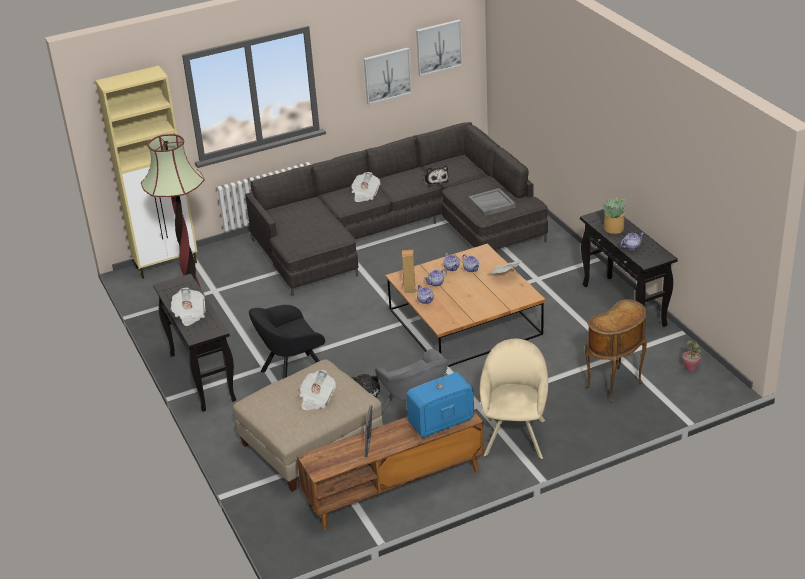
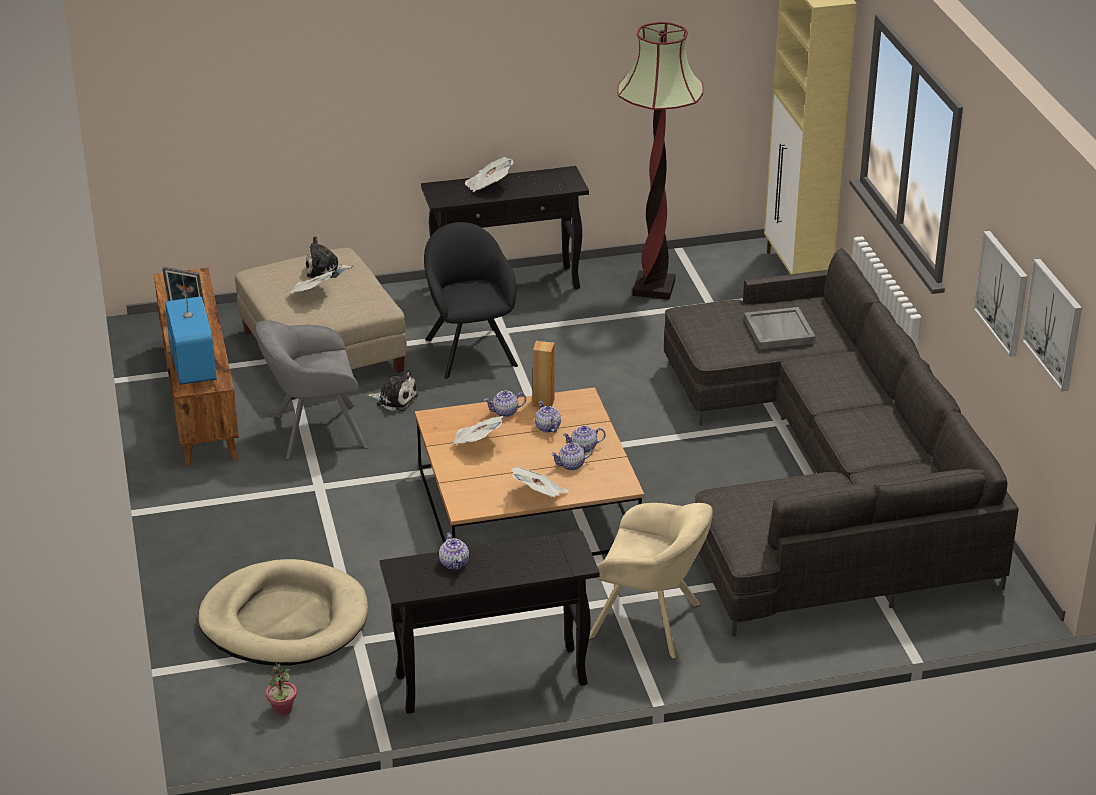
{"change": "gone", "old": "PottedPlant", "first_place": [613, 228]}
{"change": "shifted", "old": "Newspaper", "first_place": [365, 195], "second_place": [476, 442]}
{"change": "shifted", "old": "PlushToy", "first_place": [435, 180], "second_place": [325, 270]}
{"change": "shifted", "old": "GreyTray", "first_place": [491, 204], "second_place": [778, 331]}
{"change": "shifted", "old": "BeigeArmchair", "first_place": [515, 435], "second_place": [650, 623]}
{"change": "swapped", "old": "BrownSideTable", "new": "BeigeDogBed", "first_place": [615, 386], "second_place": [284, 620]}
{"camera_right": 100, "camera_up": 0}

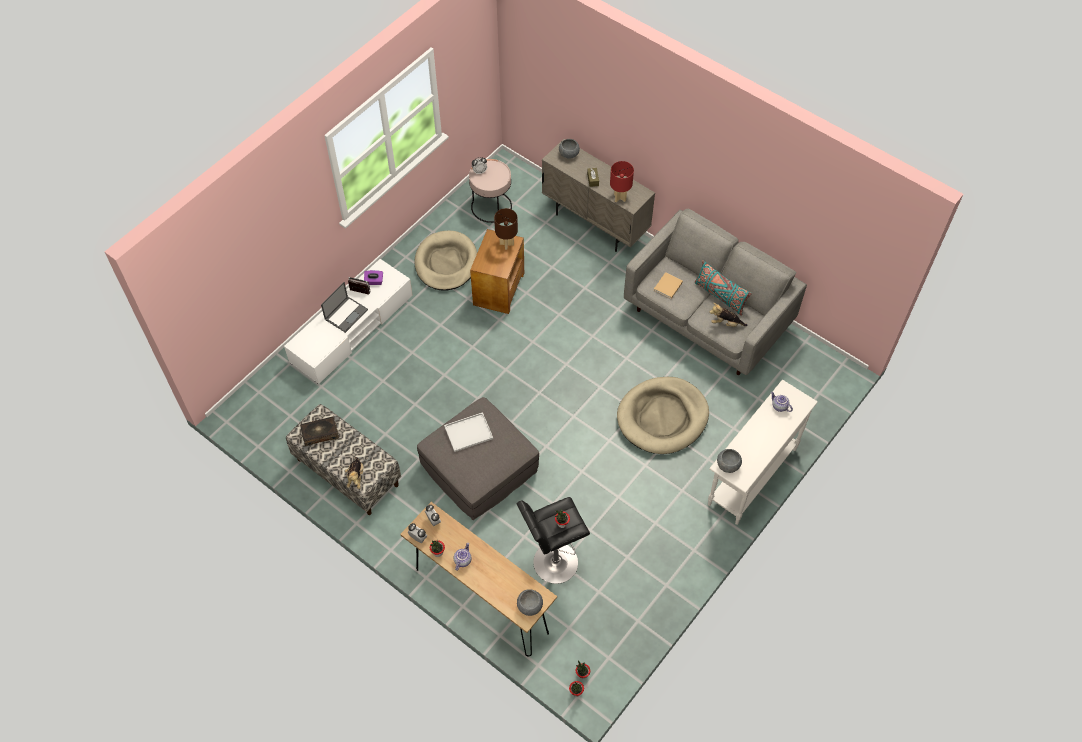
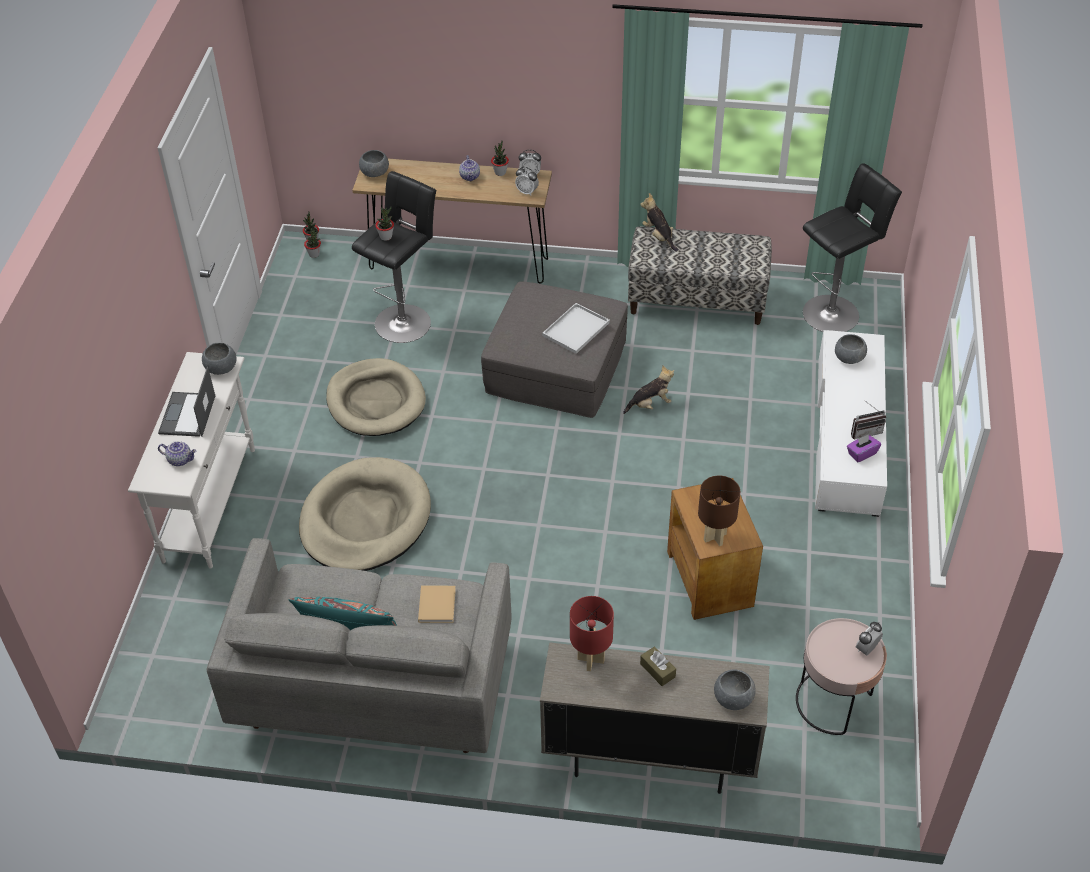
{"change": "gone", "old": "Book", "first_place": [320, 433]}
{"change": "new", "new": "BlackStool", "second_place": [834, 312]}
{"change": "new", "new": "GreyBowl", "second_place": [849, 357]}
{"change": "shifted", "old": "Laptop", "first_place": [346, 314], "second_place": [187, 415]}
{"change": "shifted", "old": "BeigeDogBed", "first_place": [446, 263], "second_place": [376, 401]}
{"change": "shifted", "old": "PlushToy", "first_place": [726, 323], "second_place": [650, 404]}
{"camera_right": 150, "camera_up": -10}

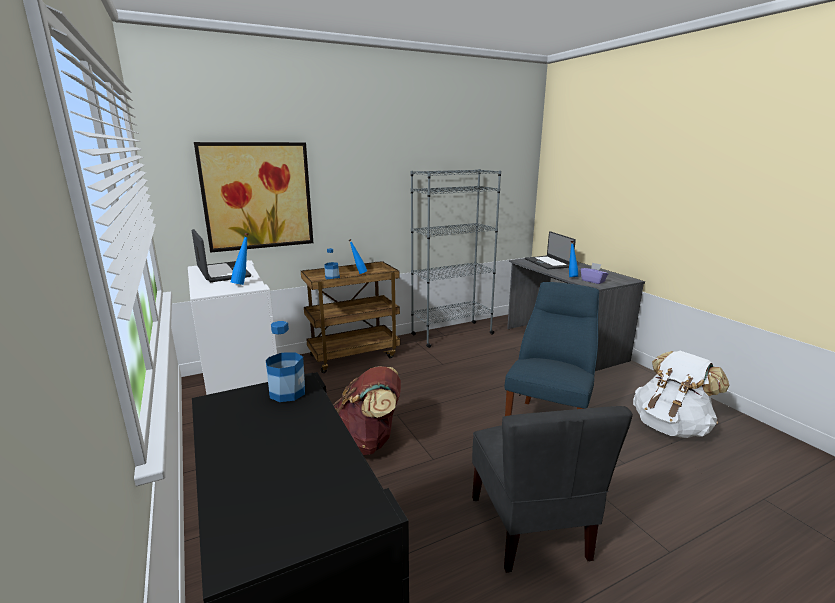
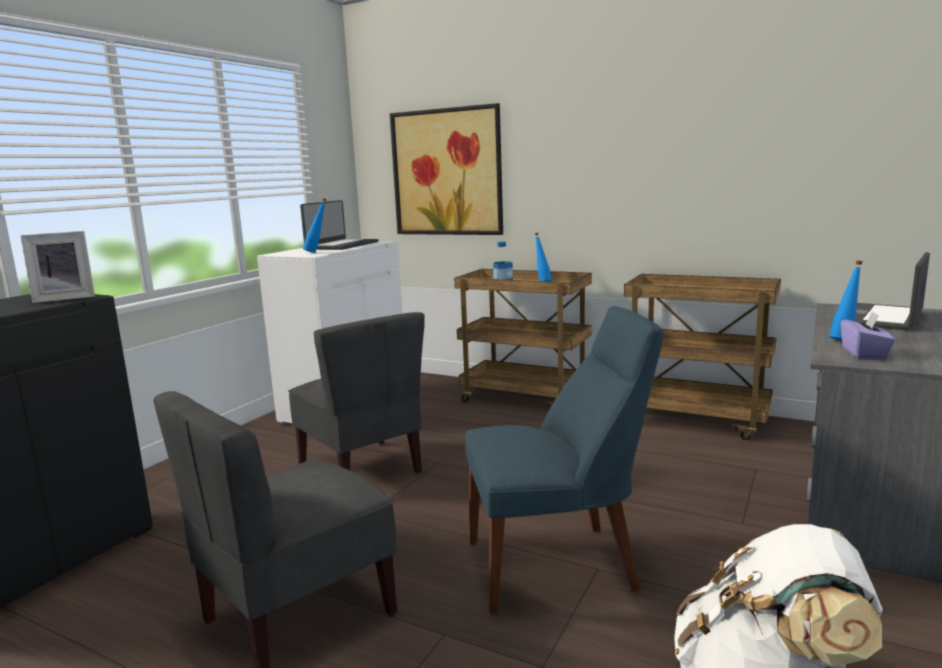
{"change": "swapped", "old": "Bottle", "new": "PictureFrame", "first_place": [287, 392], "second_place": [65, 298]}
{"change": "swapped", "old": "BrownBackpack", "new": "GreyChair", "first_place": [367, 443], "second_place": [362, 469]}
{"change": "swapped", "old": "GreyBookcase", "new": "BrownCart", "first_place": [451, 334], "second_place": [697, 420]}
{"camera_right": 55, "camera_up": -5}

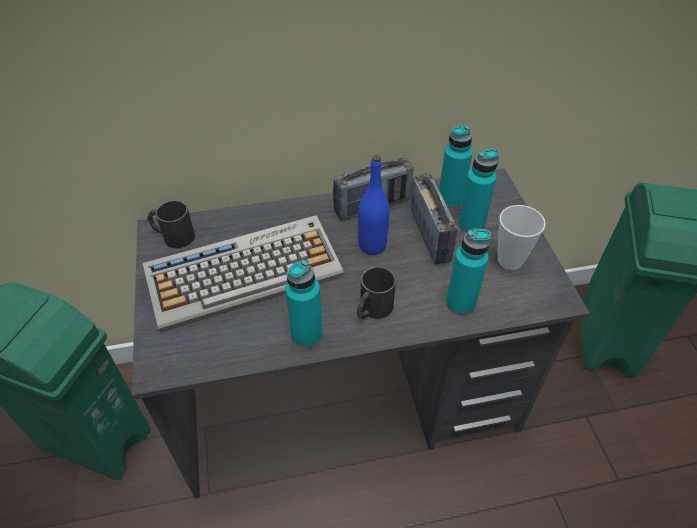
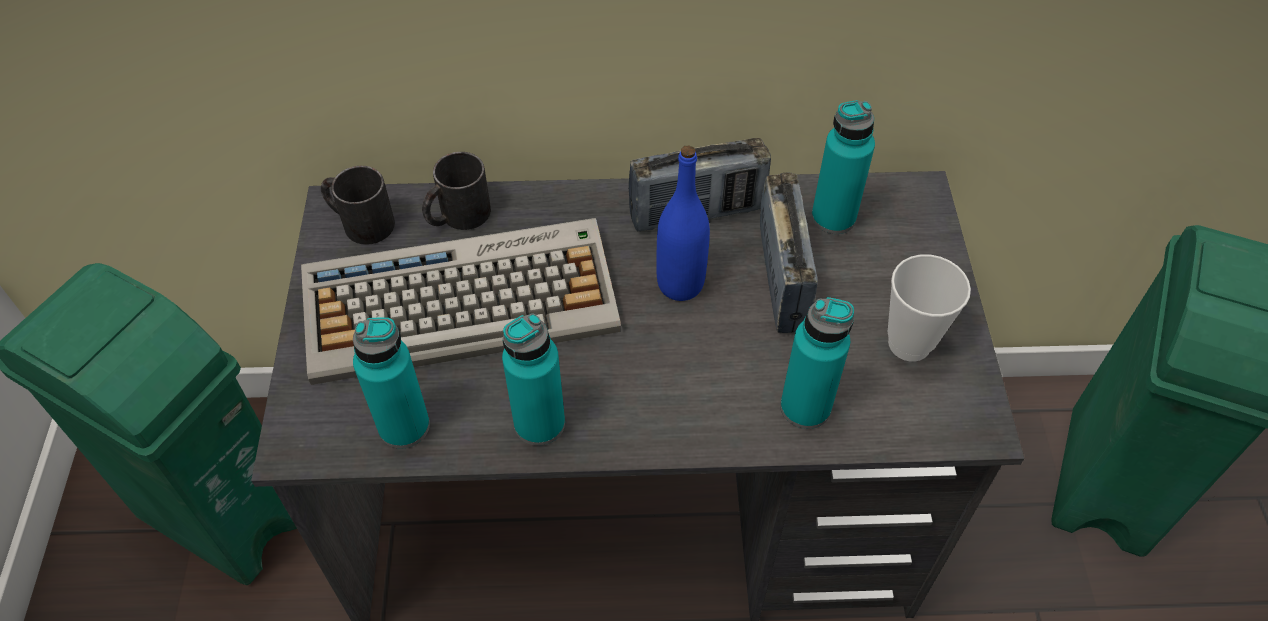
{"change": "shifted", "old": "BlackMug", "first_place": [372, 310], "second_place": [457, 216]}
{"change": "shifted", "old": "TurquoiseBottle", "first_place": [471, 224], "second_place": [404, 426]}
{"camera_right": 10, "camera_up": 5}

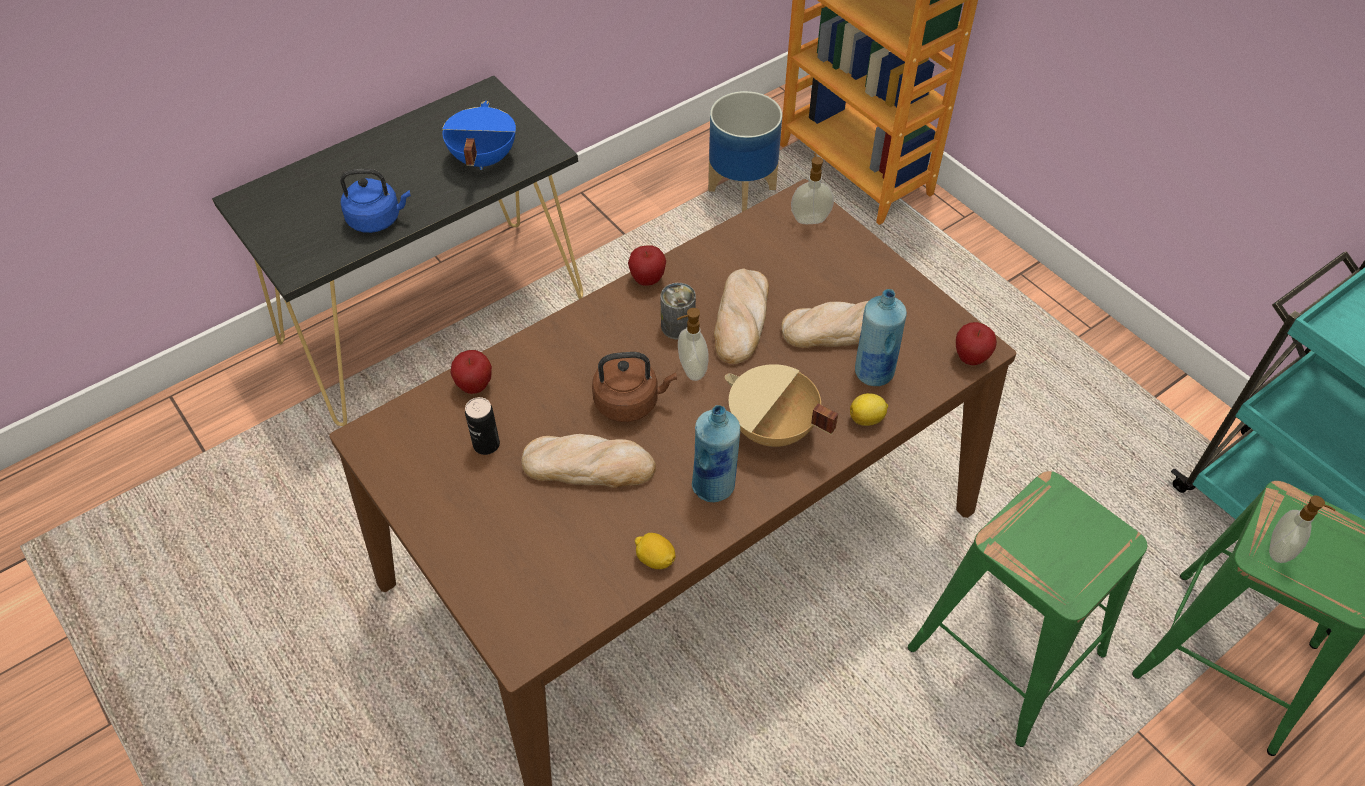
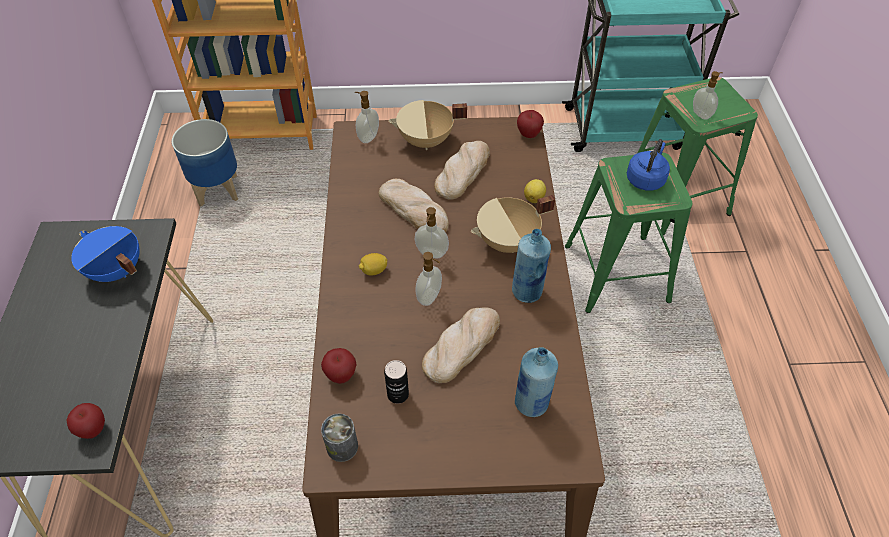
{"change": "new", "new": "BeigeCookingPot", "second_place": [426, 141]}
{"change": "shifted", "old": "BlueKettle", "first_place": [377, 219], "second_place": [646, 179]}
{"change": "shifted", "old": "Apple", "first_place": [647, 280], "second_place": [93, 429]}
{"change": "shifted", "old": "Lemon", "first_place": [655, 559], "second_place": [373, 270]}
{"change": "shifted", "old": "Can", "first_place": [678, 326], "second_place": [342, 447]}
{"change": "shifted", "old": "BlueBottle", "first_place": [873, 373], "second_place": [531, 403]}
{"change": "swapped", "old": "BrownKettle", "new": "SoapDispenser", "first_place": [630, 402], "second_place": [430, 297]}
{"camera_right": -55, "camera_up": 0}

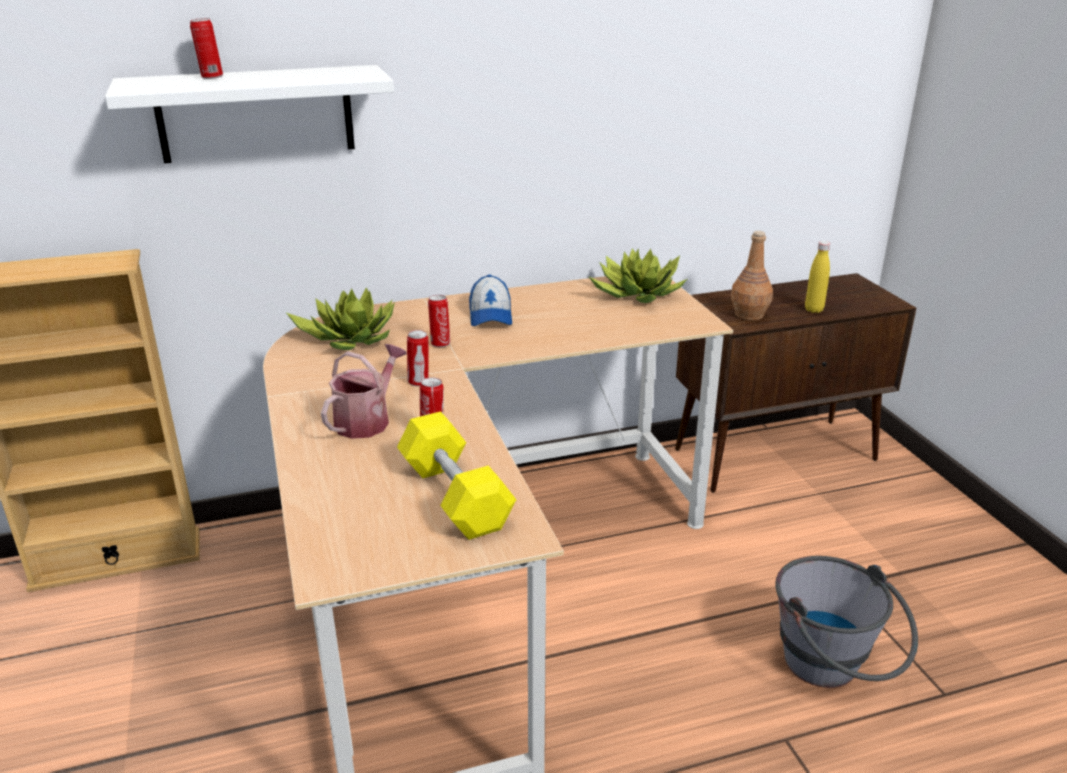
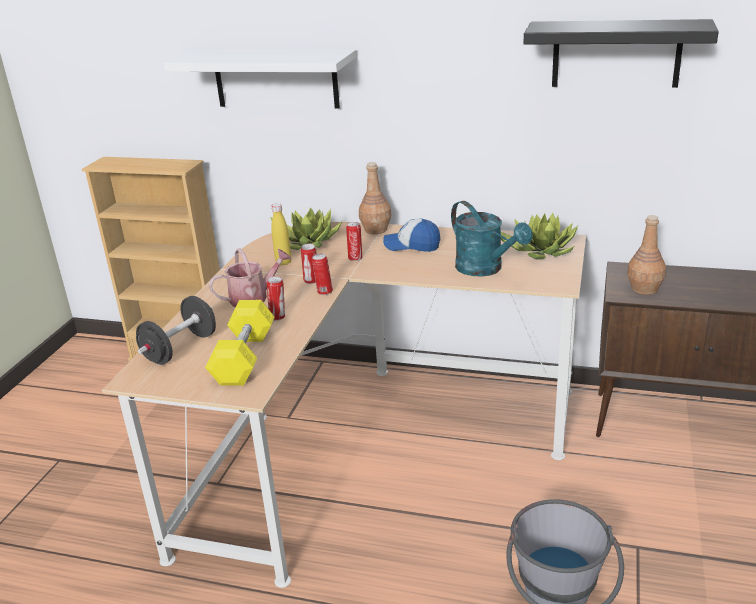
{"change": "new", "new": "BlackDumbbell", "second_place": [180, 348]}
{"change": "new", "new": "BrownBottle", "second_place": [376, 229]}
{"change": "new", "new": "TurquoiseWateringCan", "second_place": [485, 269]}
{"change": "new", "new": "BlackShelf", "second_place": [616, 54]}
{"change": "shifted", "old": "Can", "first_place": [211, 77], "second_place": [324, 292]}
{"change": "shifted", "old": "YellowBottle", "first_place": [813, 310], "second_place": [283, 262]}
{"change": "rotated", "old": "Cap", "first_place": [490, 315], "second_place": [412, 245], "degrees": 75}
{"camera_right": 35, "camera_up": 0}

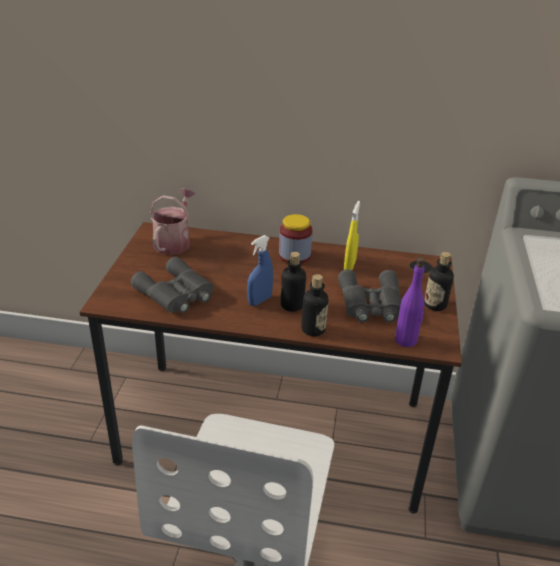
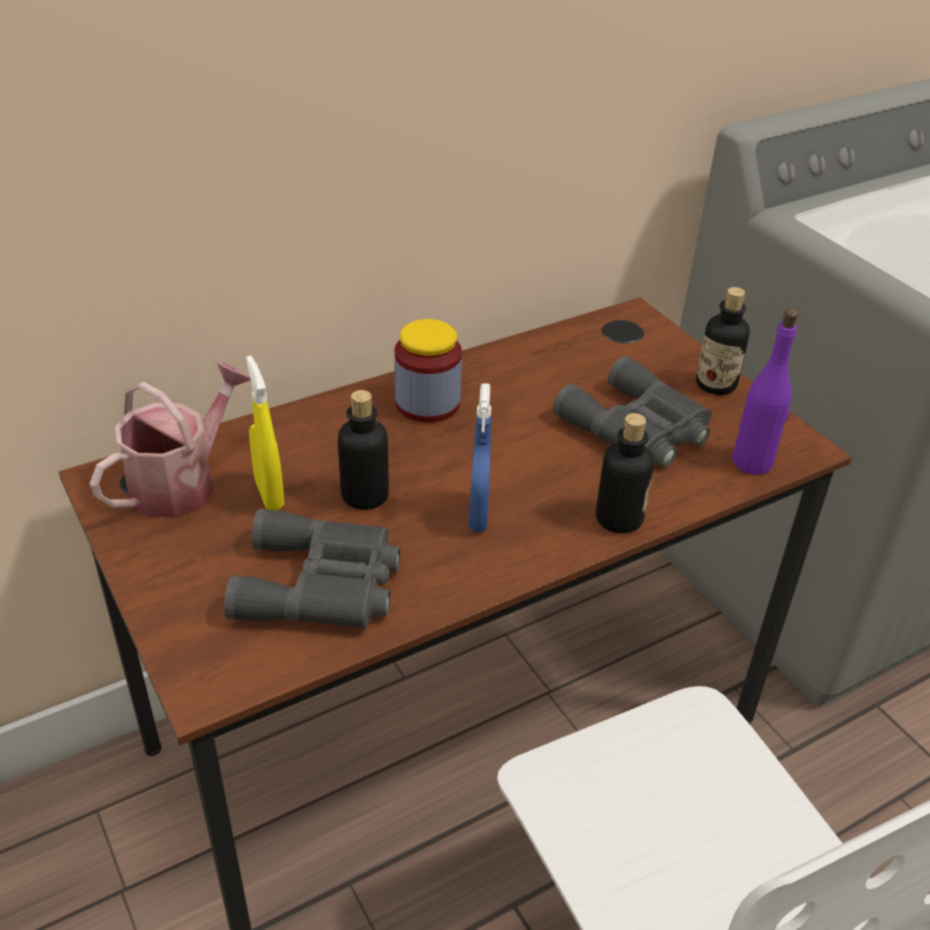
{"change": "shifted", "old": "Bottle", "first_place": [292, 305], "second_place": [365, 496]}
{"change": "shifted", "old": "YellowSprayBottle", "first_place": [349, 266], "second_place": [269, 494]}
{"change": "rotated", "old": "WateringCan", "first_place": [174, 241], "second_place": [181, 482], "degrees": 60}
{"camera_right": -40, "camera_up": 5}

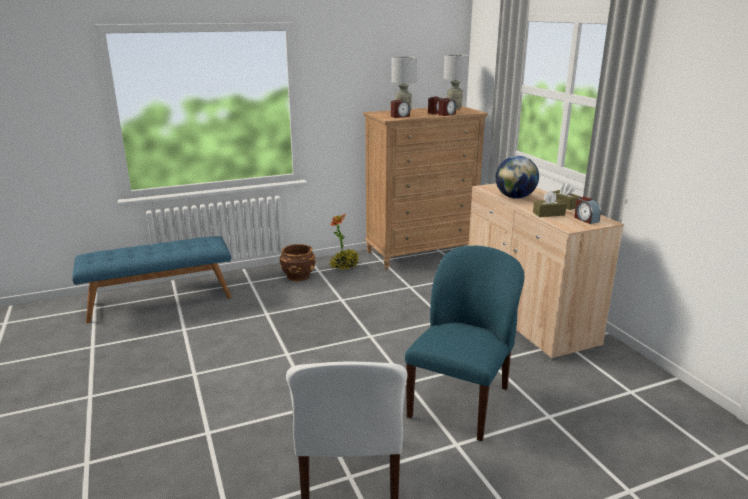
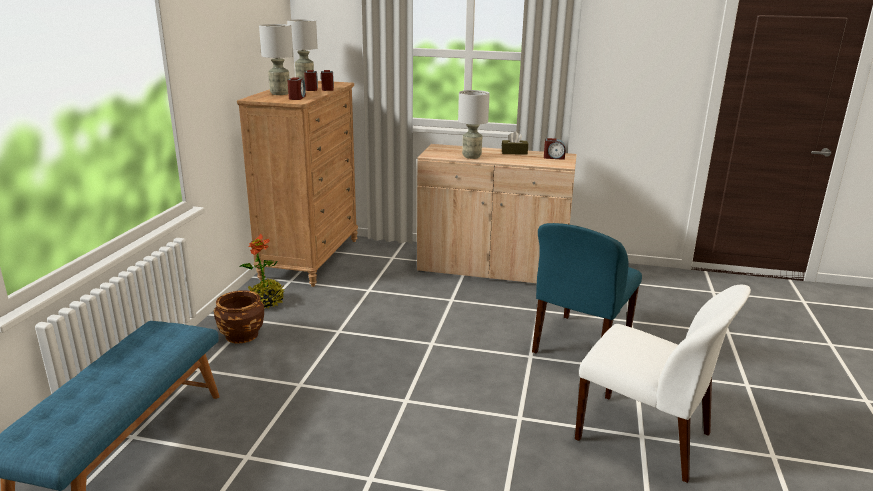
{"change": "gone", "old": "BrownTissueBox", "first_place": [548, 214]}
{"change": "swapped", "old": "Globe", "new": "GreyTableLamp", "first_place": [515, 197], "second_place": [472, 156]}
{"change": "rotated", "old": "BlueChair", "first_place": [460, 401], "second_place": [580, 345], "degrees": -120}
{"camera_right": -55, "camera_up": 0}

